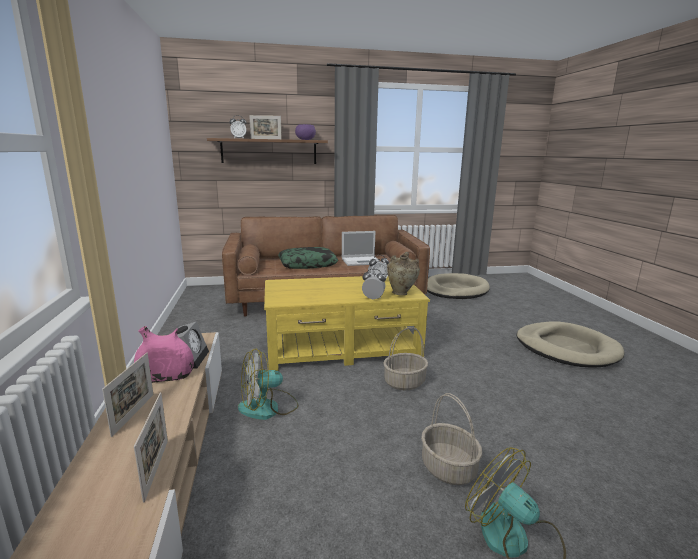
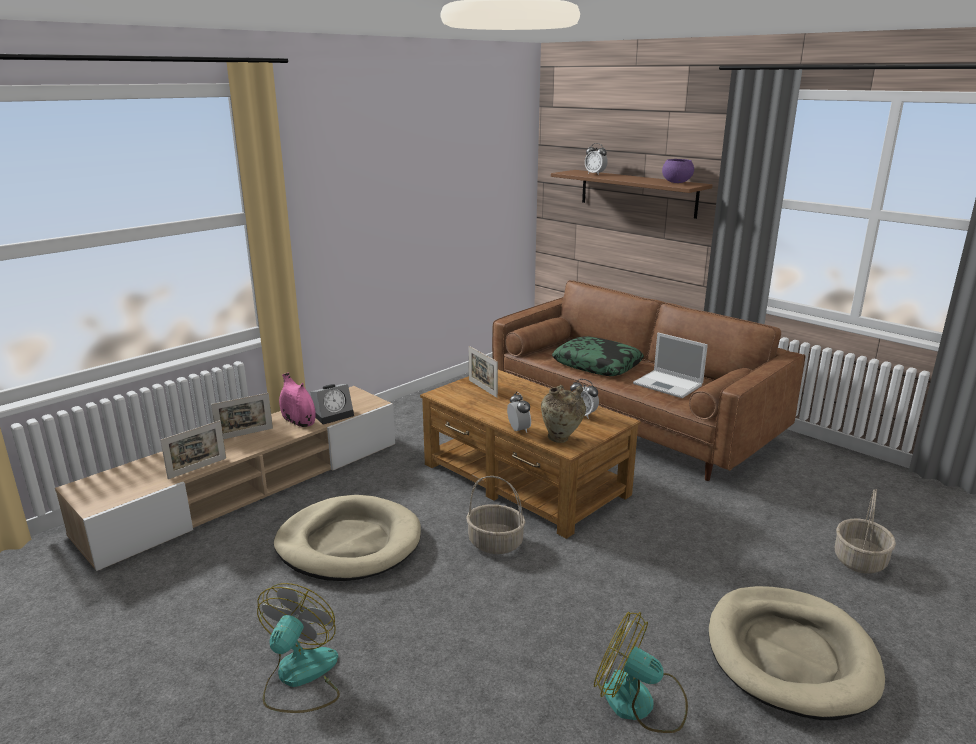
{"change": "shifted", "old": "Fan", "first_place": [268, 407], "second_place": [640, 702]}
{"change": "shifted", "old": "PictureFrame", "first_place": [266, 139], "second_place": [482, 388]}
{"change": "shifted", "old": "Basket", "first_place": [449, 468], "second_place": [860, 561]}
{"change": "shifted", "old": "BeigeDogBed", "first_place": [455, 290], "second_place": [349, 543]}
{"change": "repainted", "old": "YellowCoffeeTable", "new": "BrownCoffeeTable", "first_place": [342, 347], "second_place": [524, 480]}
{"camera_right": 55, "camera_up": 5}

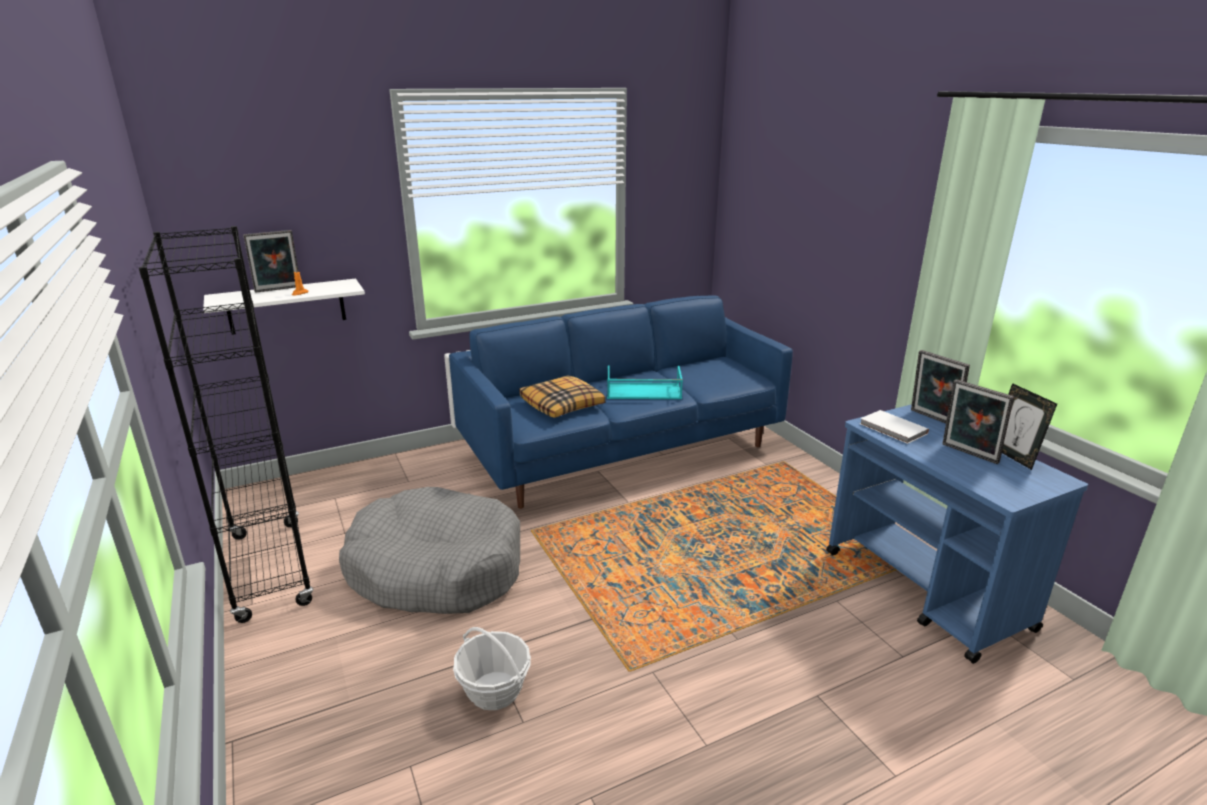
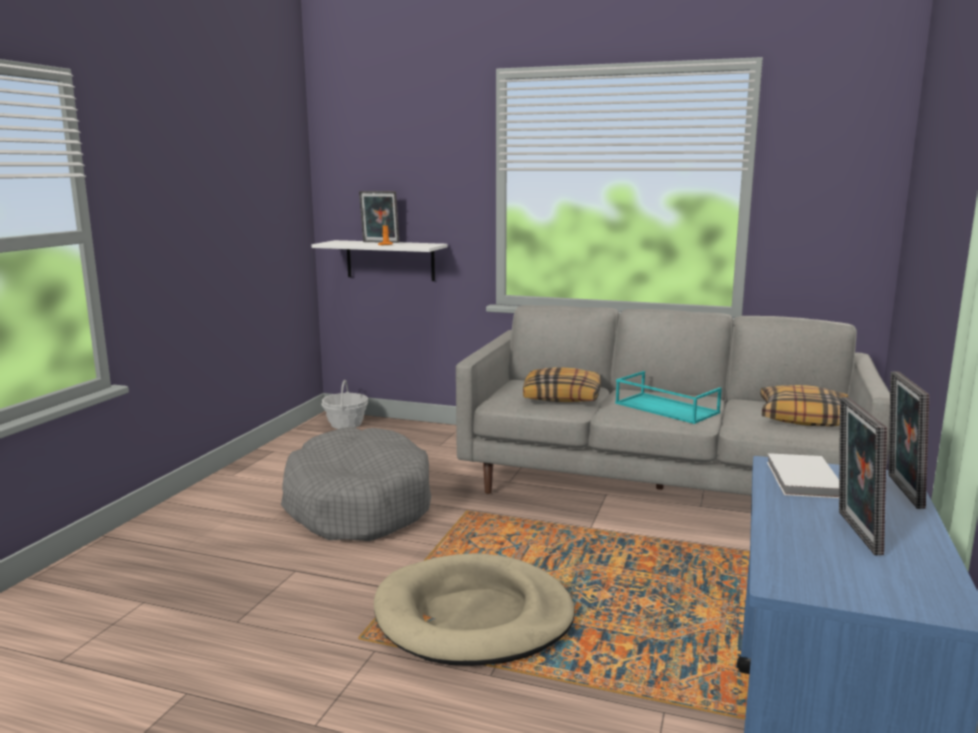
{"change": "gone", "old": "BlackBookcase", "first_place": [270, 569]}
{"change": "gone", "old": "PictureFrame", "first_place": [1013, 457]}
{"change": "new", "new": "BeigeDogBed", "second_place": [473, 616]}
{"change": "new", "new": "Pillow", "second_place": [804, 418]}
{"change": "shifted", "old": "Basket", "first_place": [494, 691], "second_place": [346, 424]}
{"change": "repainted", "old": "BlueSofa", "new": "GreySofa", "first_place": [623, 451], "second_place": [661, 489]}
{"camera_right": 45, "camera_up": -10}

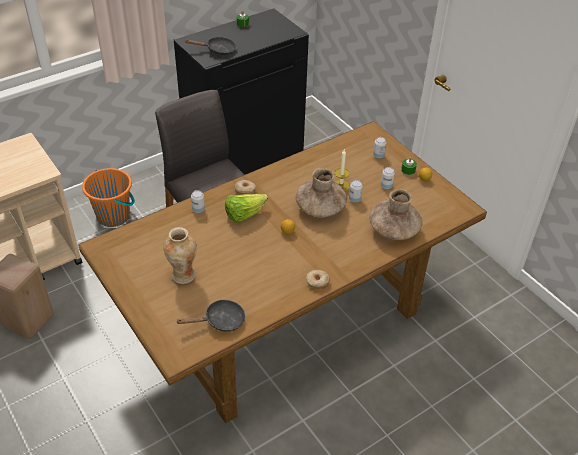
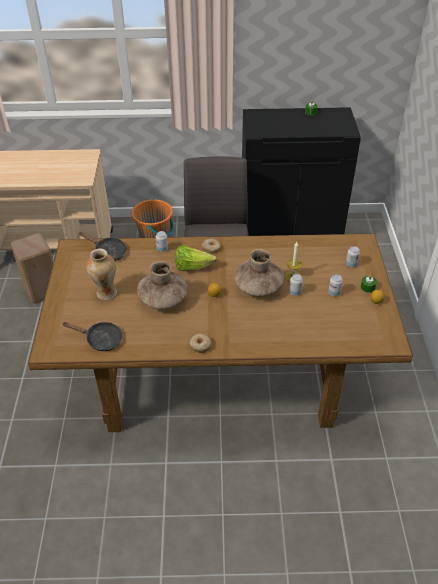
{"change": "shifted", "old": "BlackFryingPan", "first_place": [218, 50], "second_place": [108, 252]}
{"change": "shifted", "old": "BrownVase", "first_place": [394, 230], "second_place": [163, 299]}
{"camera_right": 35, "camera_up": 0}

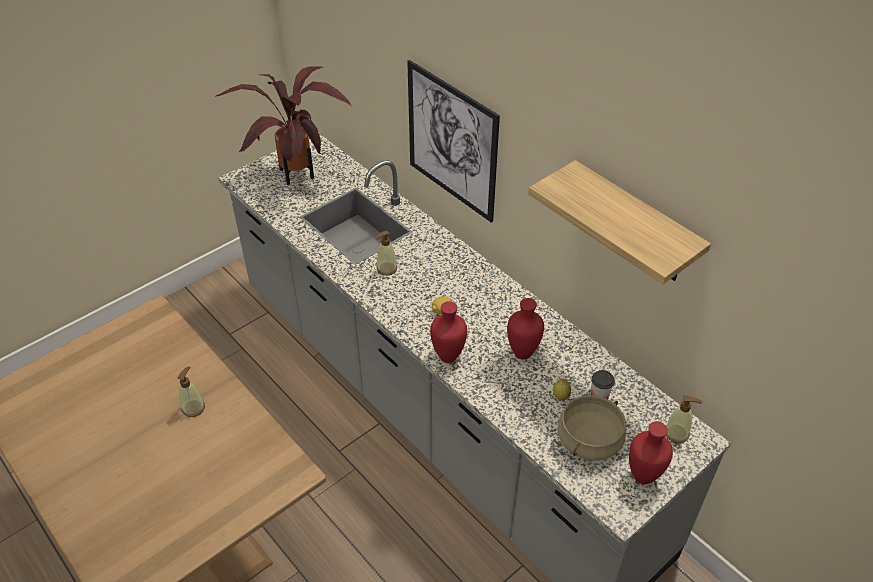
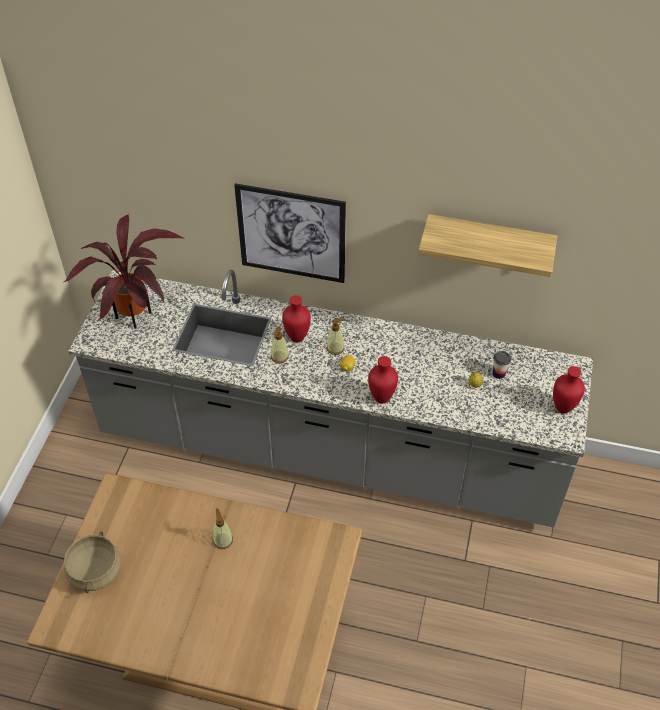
{"change": "shifted", "old": "RedVase", "first_place": [522, 354], "second_place": [297, 338]}
{"change": "shifted", "old": "BeigeCookingPot", "first_place": [589, 441], "second_place": [95, 571]}
{"change": "shifted", "old": "SoapDispenser", "first_place": [676, 433], "second_place": [335, 348]}
{"camera_right": -35, "camera_up": 5}

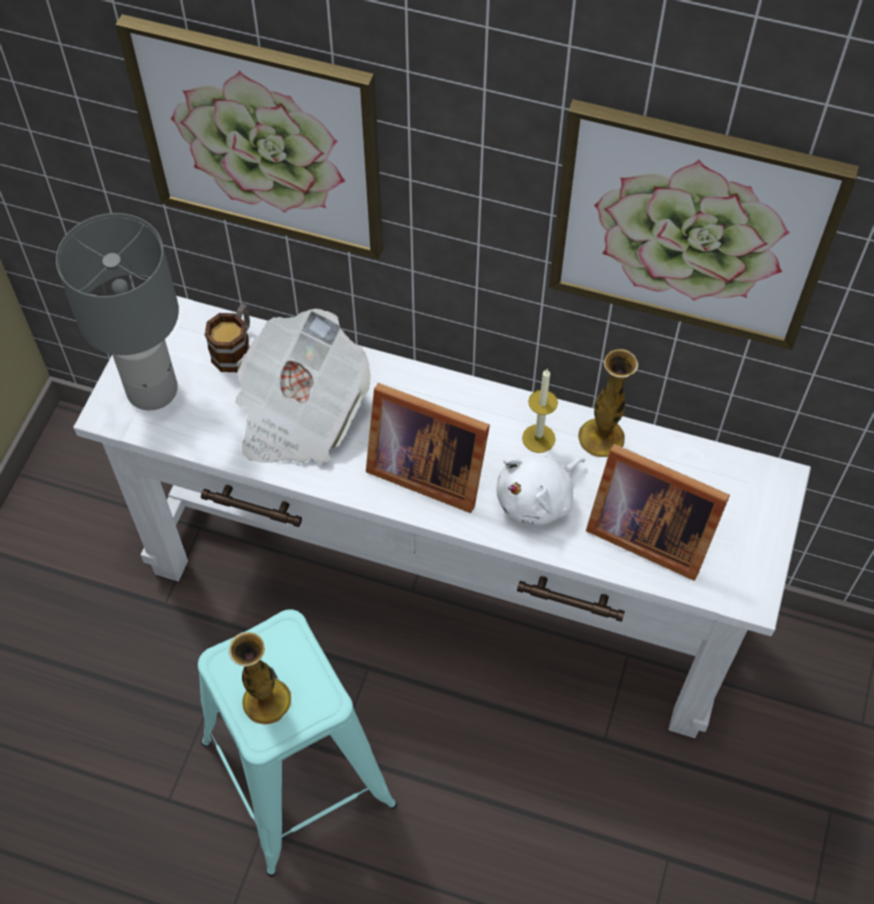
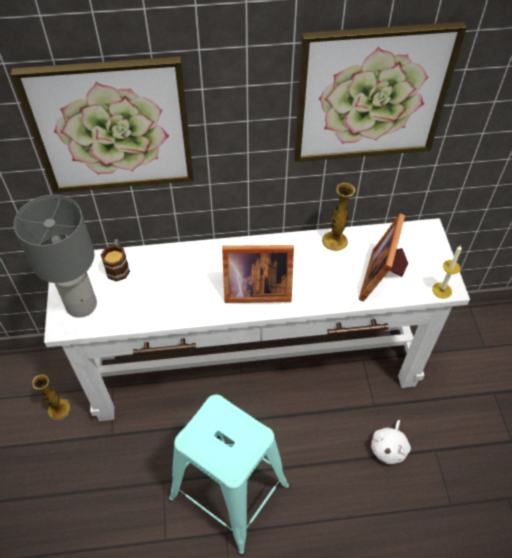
{"change": "gone", "old": "Newspaper", "first_place": [299, 412]}
{"change": "shifted", "old": "Vase", "first_place": [266, 700], "second_place": [59, 409]}
{"change": "shifted", "old": "WhitePlushToy", "first_place": [538, 499], "second_place": [389, 447]}
{"change": "shifted", "old": "Candle", "first_place": [538, 438], "second_place": [442, 290]}
{"change": "rotated", "old": "PictureFrame", "first_place": [646, 530], "second_place": [382, 276], "degrees": 105}
{"camera_right": -25, "camera_up": -5}

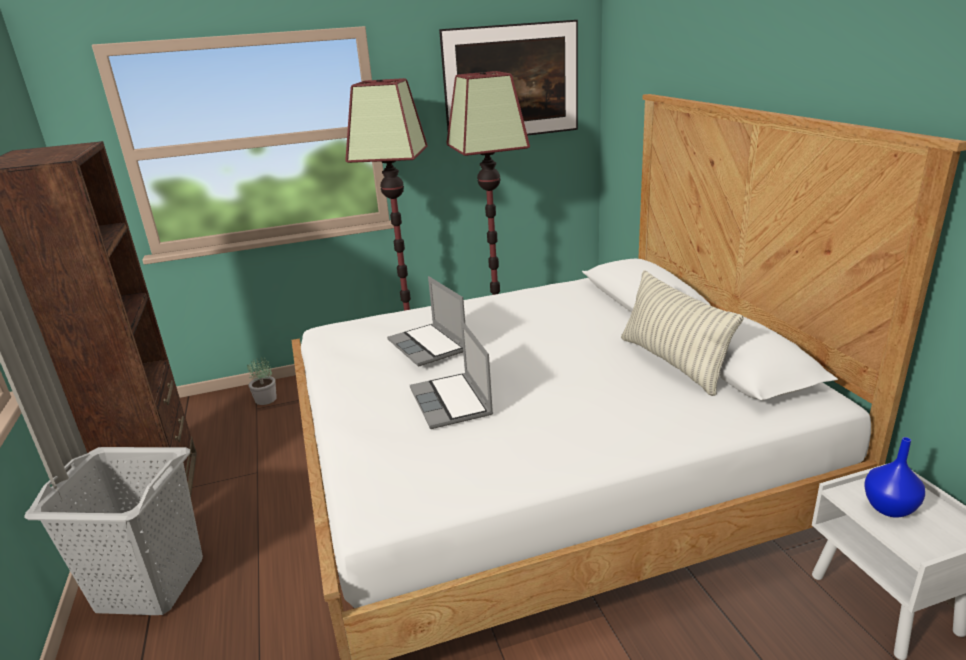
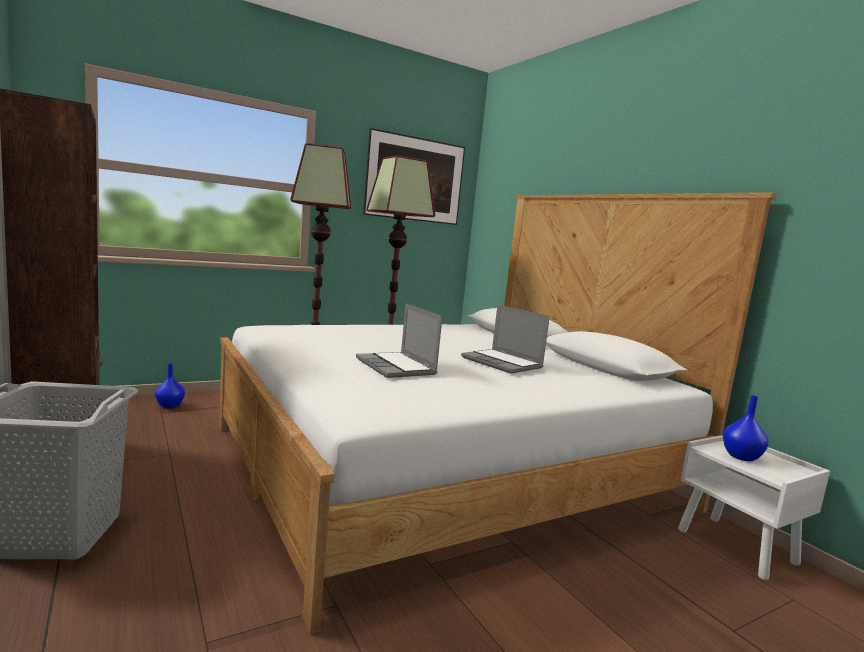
{"change": "gone", "old": "Pillow", "first_place": [672, 362]}
{"change": "shifted", "old": "Laptop", "first_place": [429, 346], "second_place": [503, 363]}
{"change": "swapped", "old": "PottedPlant", "new": "BlueVase", "first_place": [266, 399], "second_place": [170, 405]}
{"camera_right": -15, "camera_up": -15}

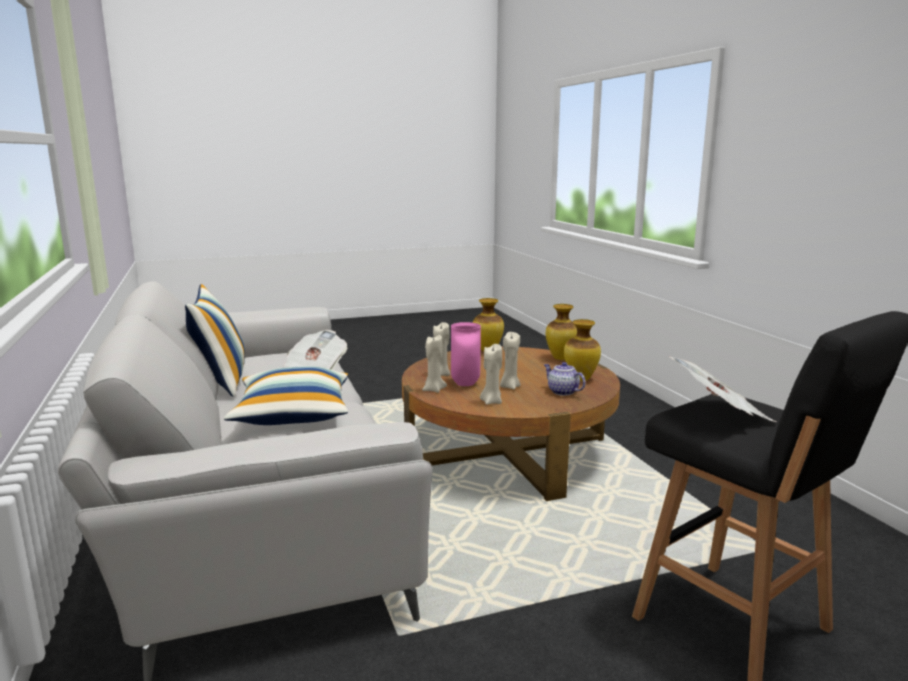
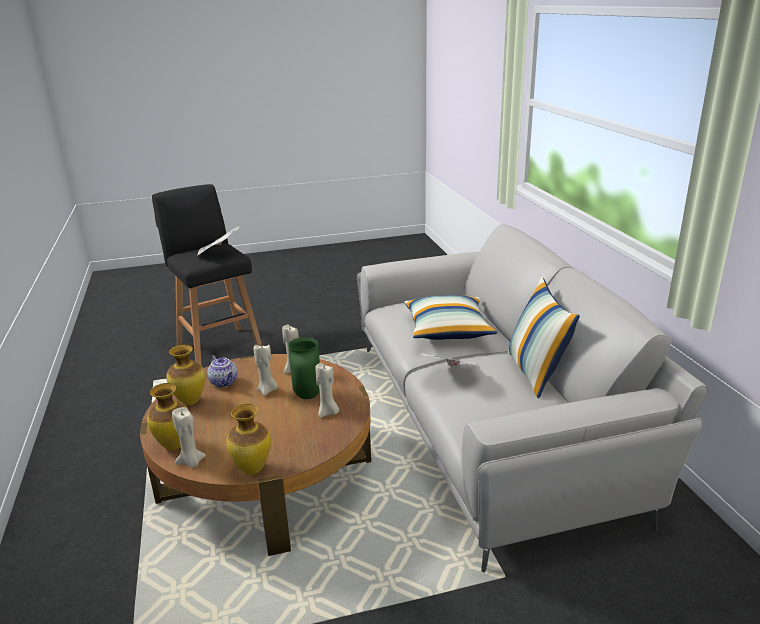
{"change": "shifted", "old": "BeigeCandle", "first_place": [433, 390], "second_place": [191, 462]}
{"change": "repainted", "old": "PinkVase", "new": "GreenVase", "first_place": [464, 384], "second_place": [308, 396]}
{"camera_right": -175, "camera_up": 10}

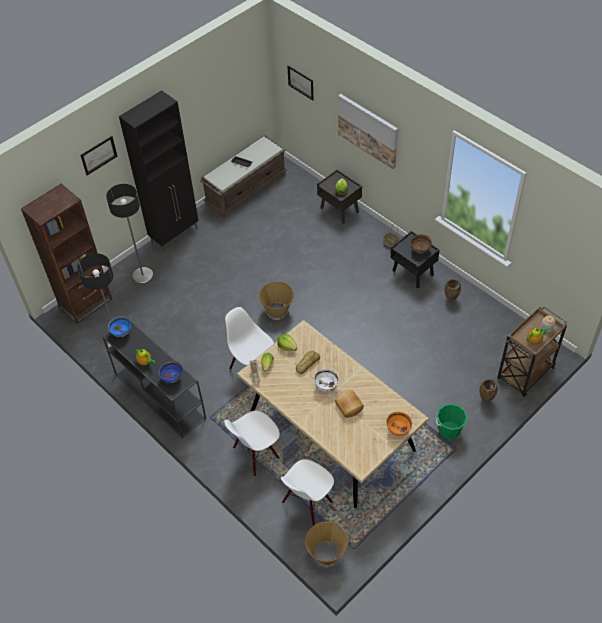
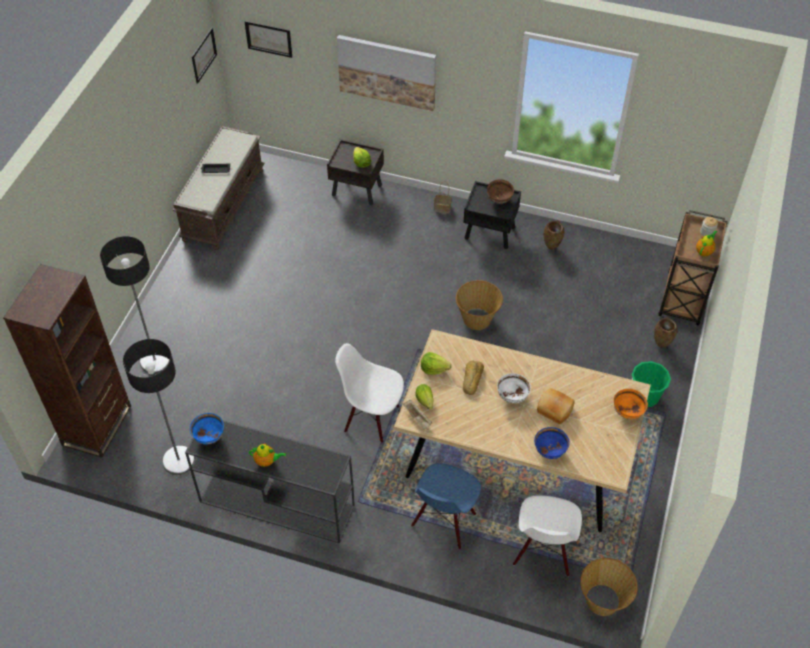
{"change": "gone", "old": "BlackCabinet", "first_place": [175, 235]}
{"change": "shifted", "old": "Picture", "first_place": [99, 155], "second_place": [204, 55]}
{"change": "shifted", "old": "BlueBowl", "first_place": [172, 378], "second_place": [550, 452]}
{"change": "shifted", "old": "Basket", "first_place": [277, 310], "second_place": [477, 318]}
{"change": "repainted", "old": "WhiteChair", "new": "BlueChair", "first_place": [256, 454], "second_place": [444, 521]}
{"camera_right": -30, "camera_up": 0}

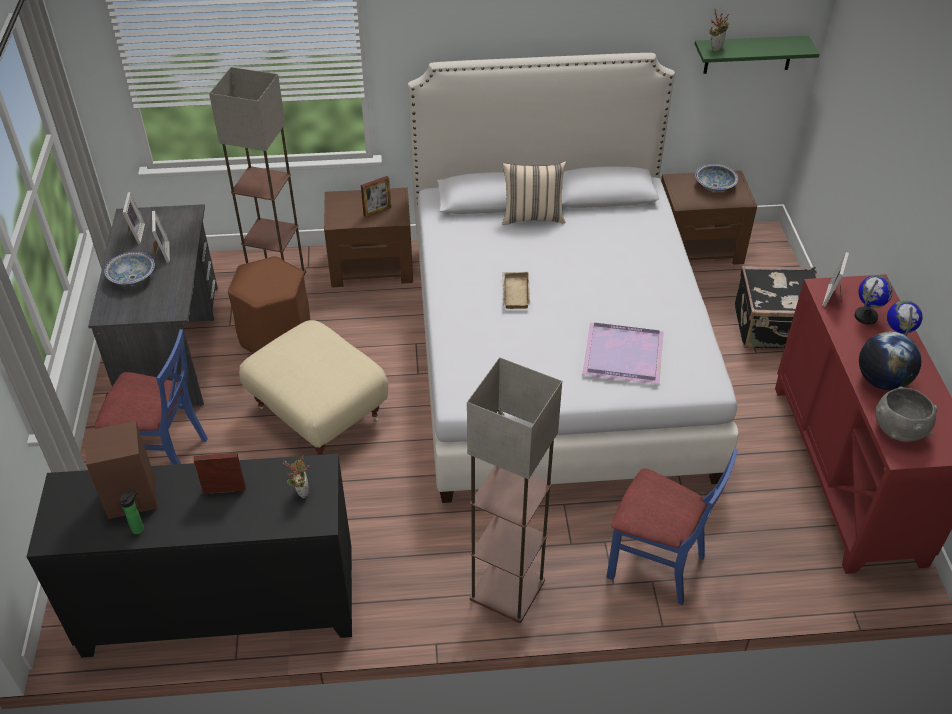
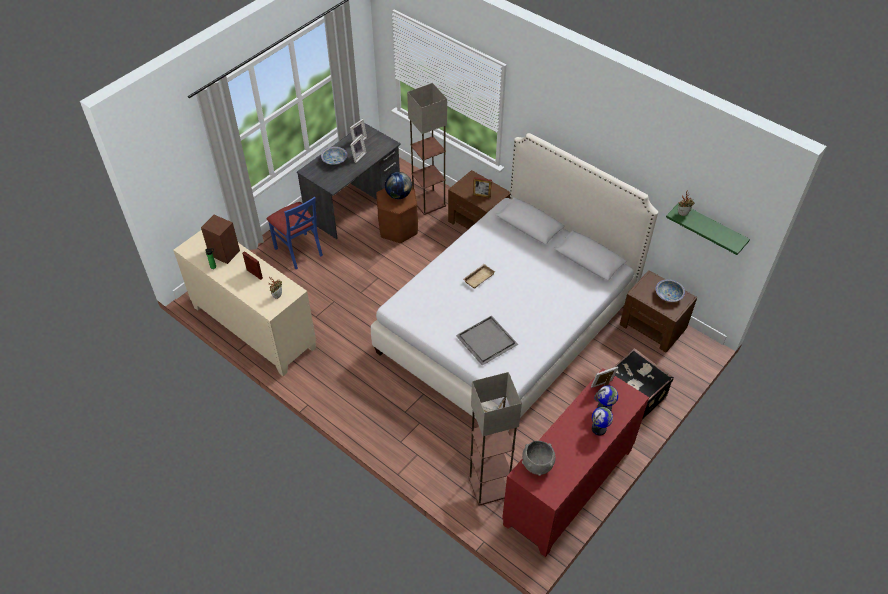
{"change": "gone", "old": "BeigeOttoman", "first_place": [320, 413]}
{"change": "gone", "old": "BeigePillow", "first_place": [532, 216]}
{"change": "gone", "old": "BlueChair", "first_place": [656, 564]}
{"change": "shifted", "old": "FloorLamp", "first_place": [508, 589], "second_place": [489, 487]}
{"change": "shifted", "old": "Globe", "first_place": [881, 381], "second_place": [398, 195]}
{"change": "repainted", "old": "BlackCabinet", "new": "BeigeCabinet", "first_place": [220, 609], "second_place": [253, 327]}
{"change": "repainted", "old": "PurpleTray", "new": "GreyTray", "first_place": [624, 356], "second_place": [486, 342]}
{"camera_right": 45, "camera_up": 5}

